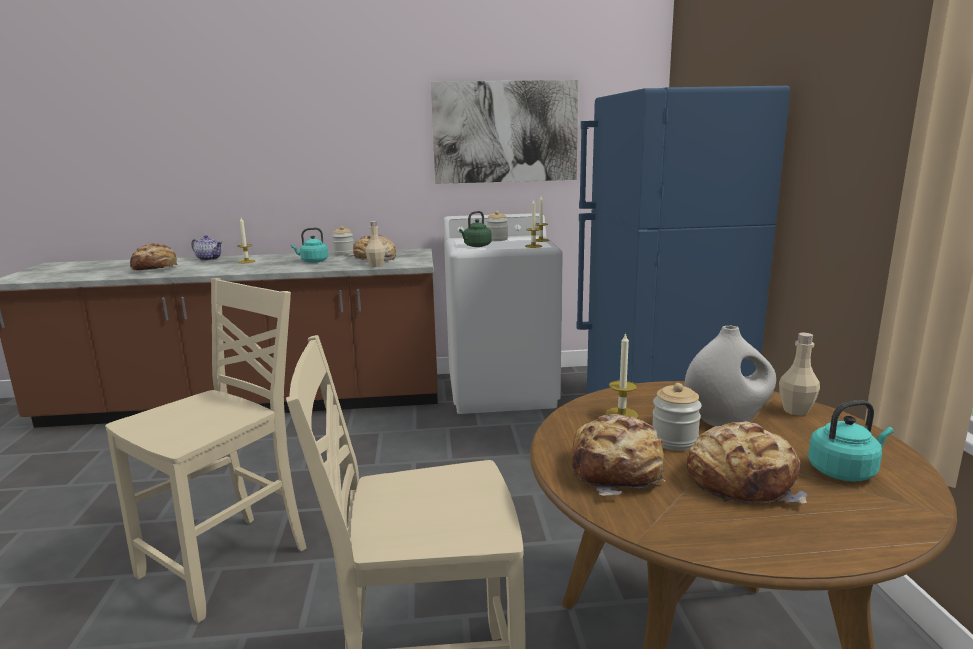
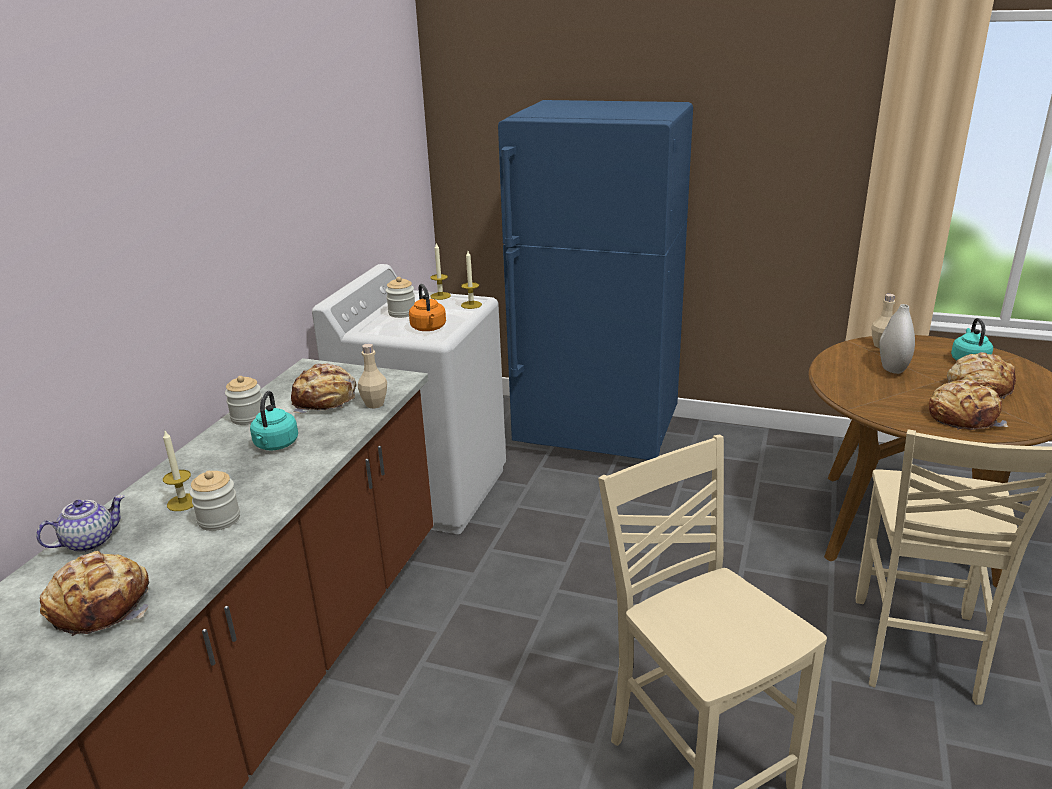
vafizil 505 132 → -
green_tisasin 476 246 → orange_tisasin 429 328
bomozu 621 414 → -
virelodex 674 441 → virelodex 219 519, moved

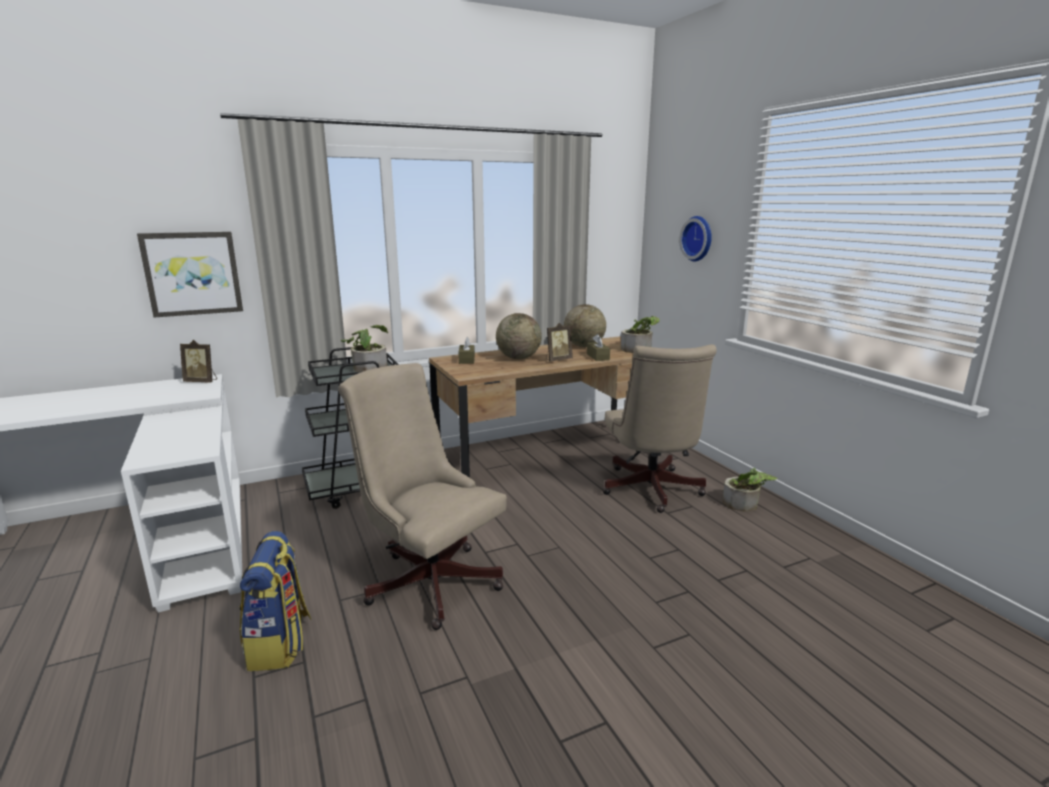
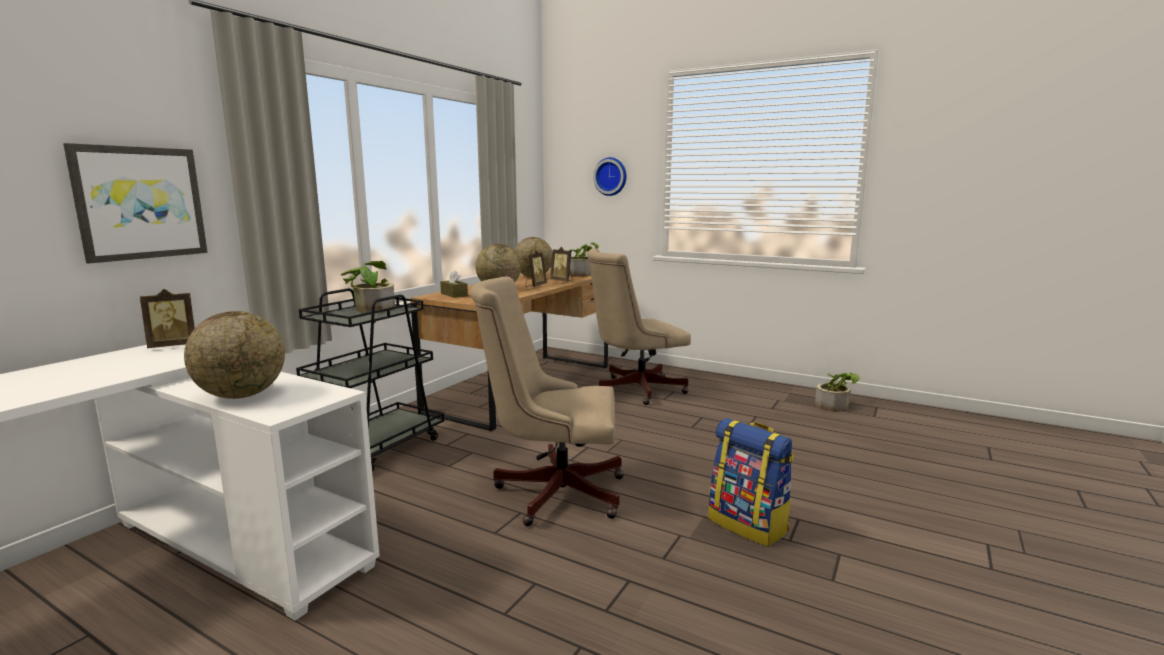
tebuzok 280 644 → tebuzok 749 525, moved
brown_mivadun 598 357 → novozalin 562 281
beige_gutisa 651 491 → beige_gutisa 634 389, 105 degrees clockwise
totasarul 745 504 → totasarul 835 405, moved
- → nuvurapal 242 395

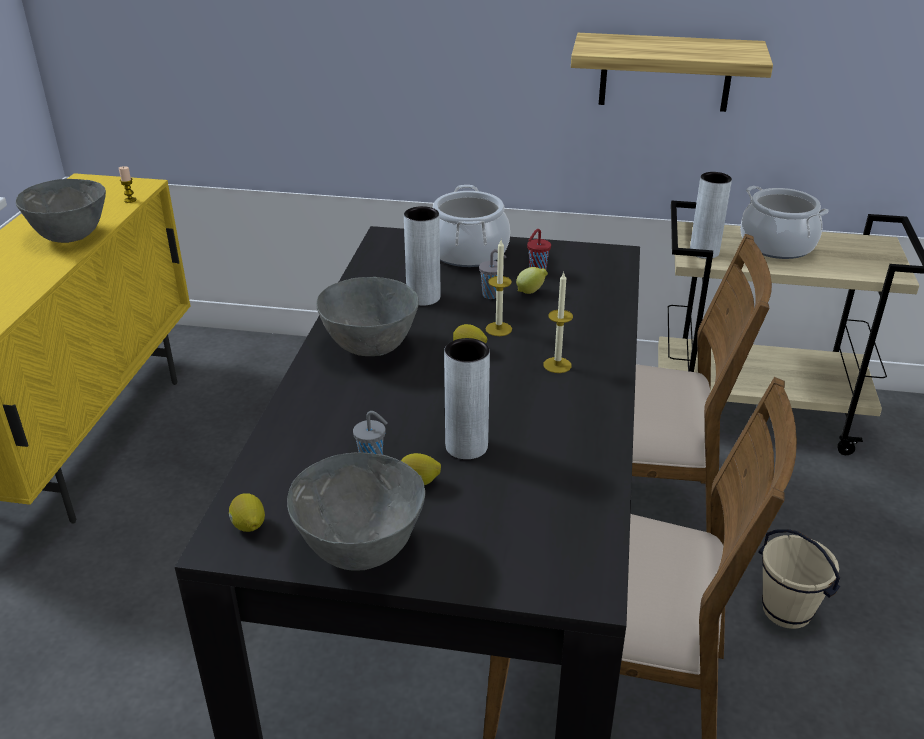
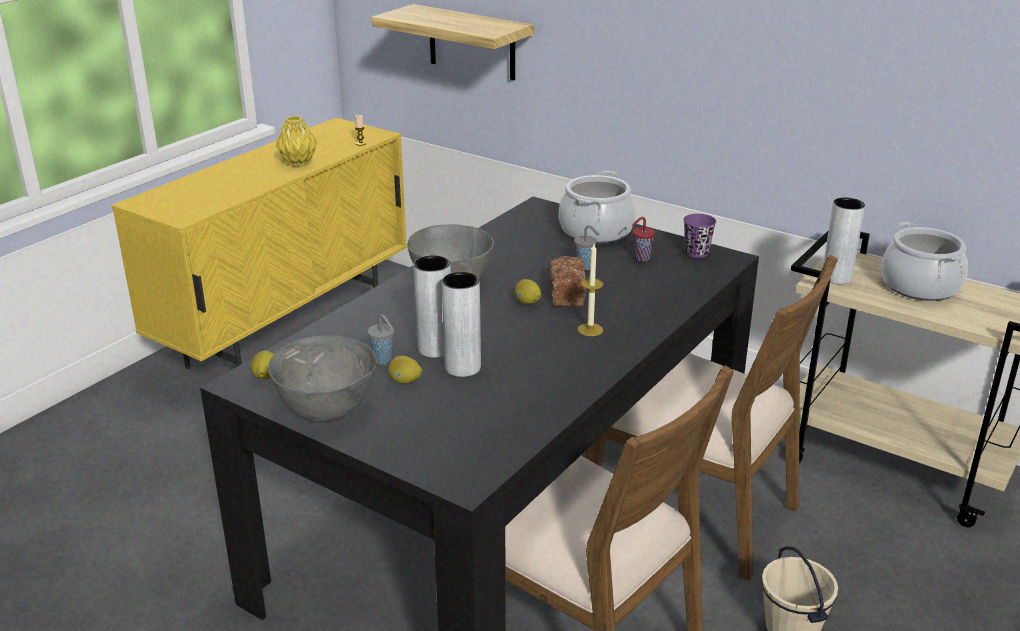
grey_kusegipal 70 237 → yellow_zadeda 297 163
grey_zadeda 423 297 → grey_zadeda 435 349, moved
bomozu 498 329 → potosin 566 293
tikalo 531 292 → -
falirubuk 665 72 → falirubuk 472 42, moved
- → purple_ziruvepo 696 253

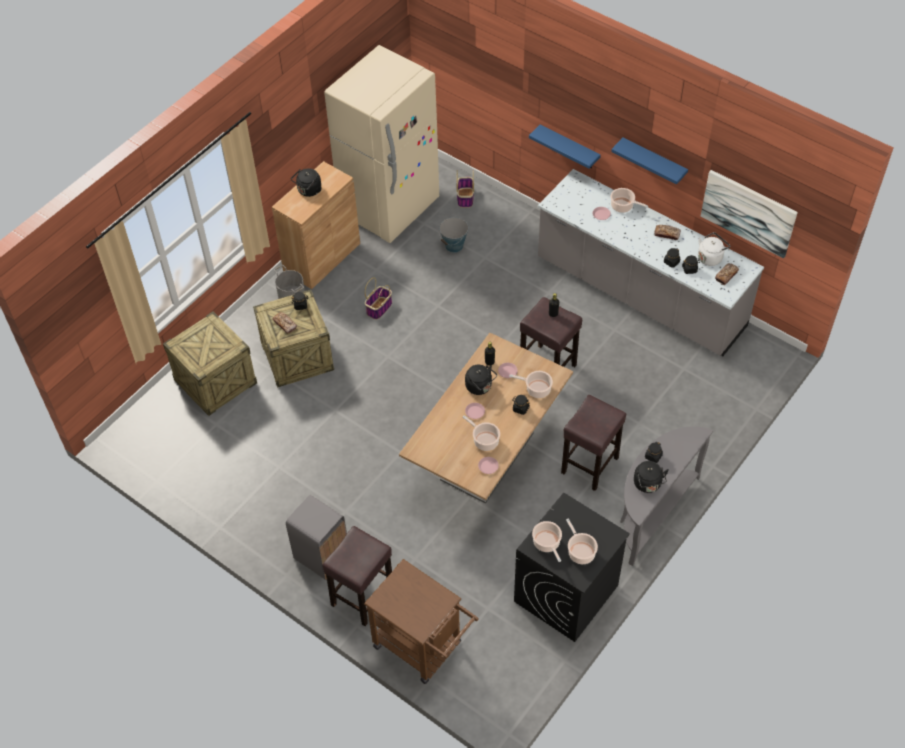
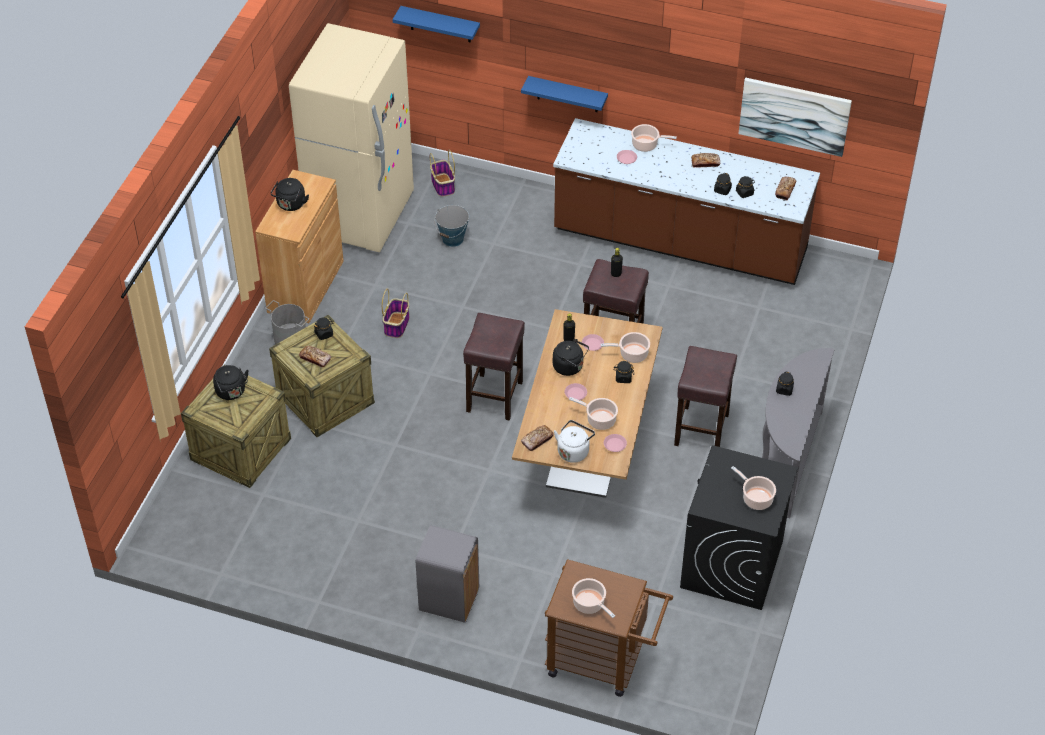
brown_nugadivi 363 596 → brown_nugadivi 495 395, moved
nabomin 547 543 → nabomin 590 604, moved
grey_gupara 639 294 → brown_gupara 680 242
blue_falirubuk 654 162 → blue_falirubuk 440 24, moved
black_tisasin 648 485 → black_tisasin 232 392, moved
white_tisasin 710 257 → white_tisasin 574 451, moved
- → potosin 537 440

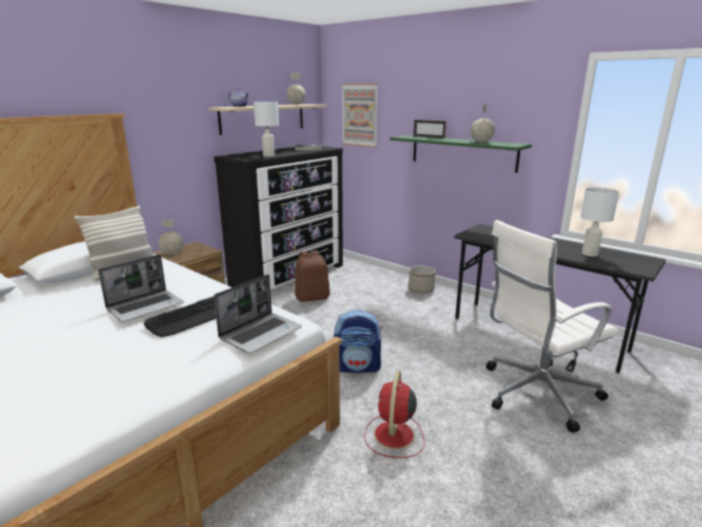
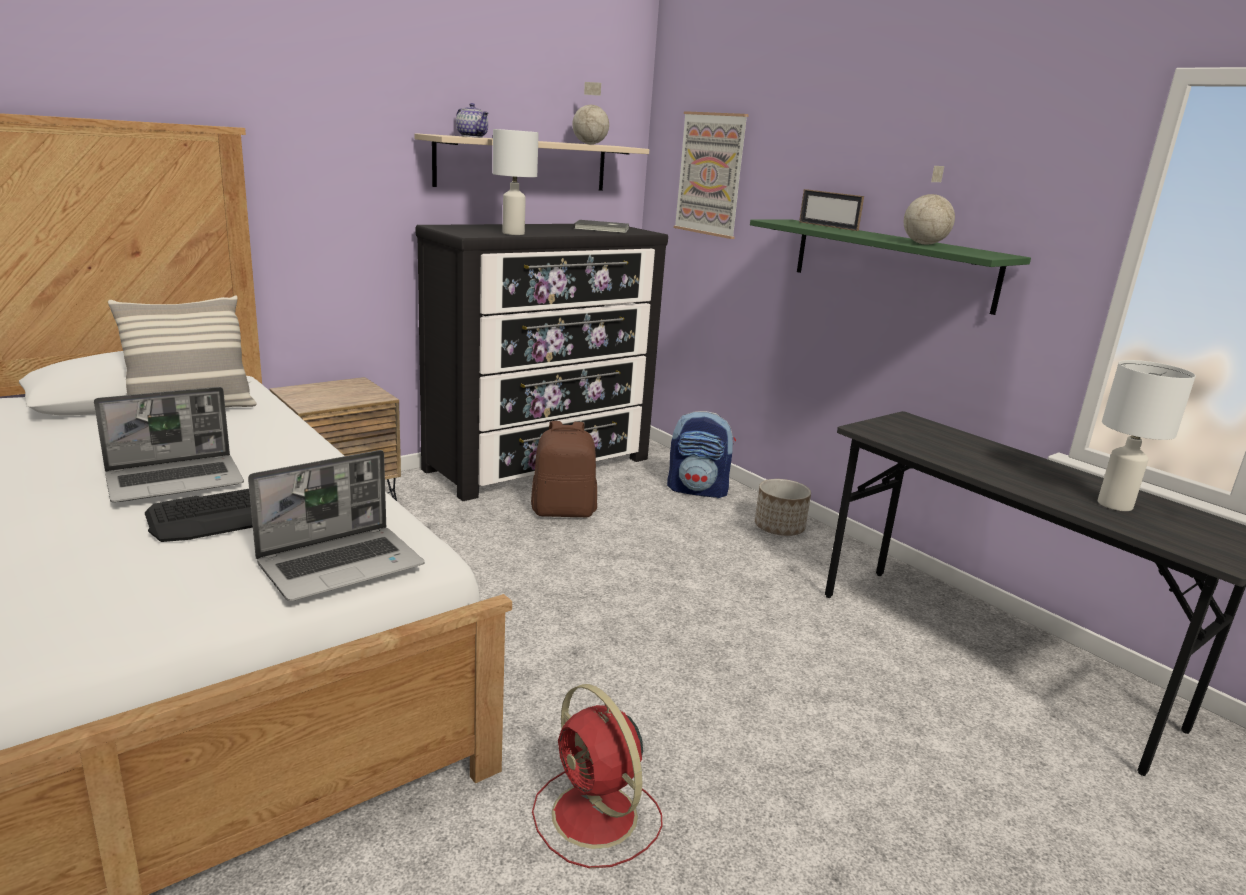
nuvurapal 172 254 → -
tebuzok 358 367 → tebuzok 698 490, moved
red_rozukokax 394 436 → red_rozukokax 597 817, 60 degrees counterclockwise
white_gutisa 536 393 → -

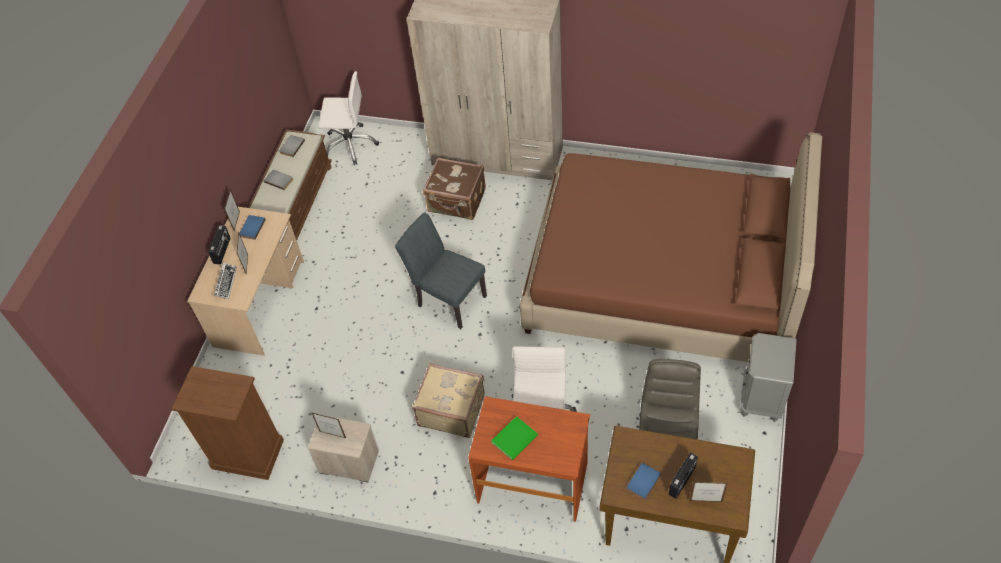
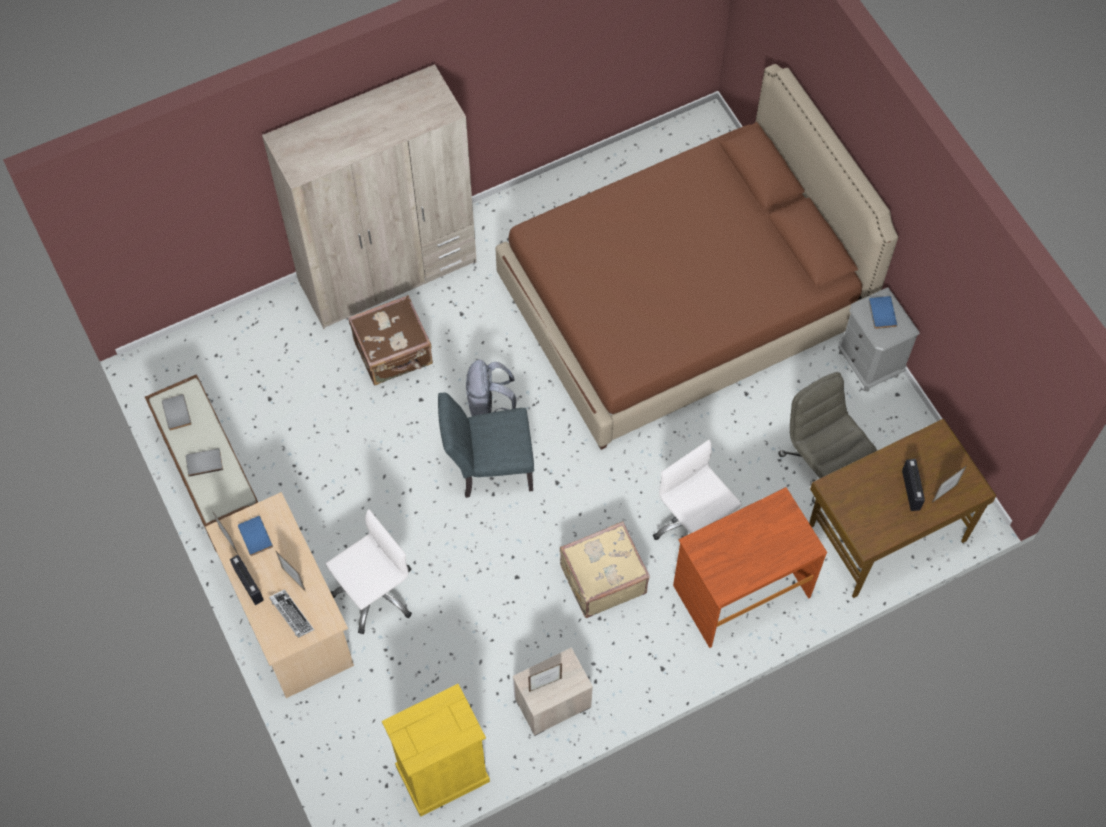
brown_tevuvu 247 454 → yellow_tevuvu 442 774
white_gutisa 350 144 → white_gutisa 374 593, moved
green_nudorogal 516 438 → -
blue_nudorogal 642 481 → blue_nudorogal 881 313, moved
- → grey_tebuzok 489 406

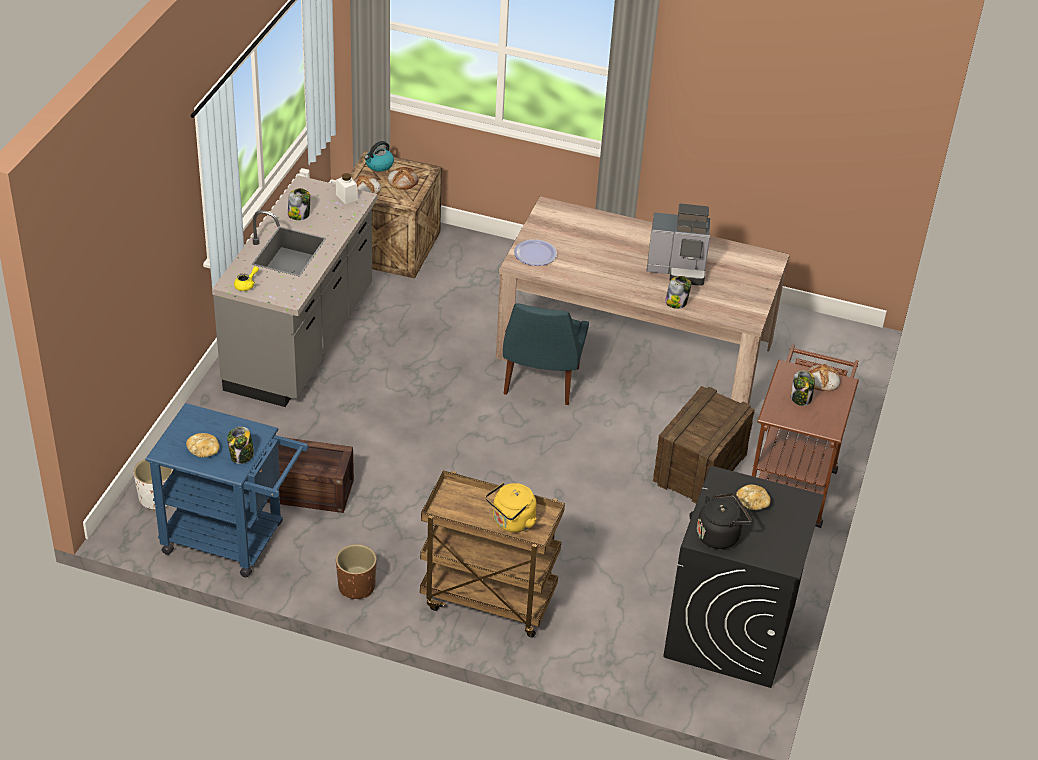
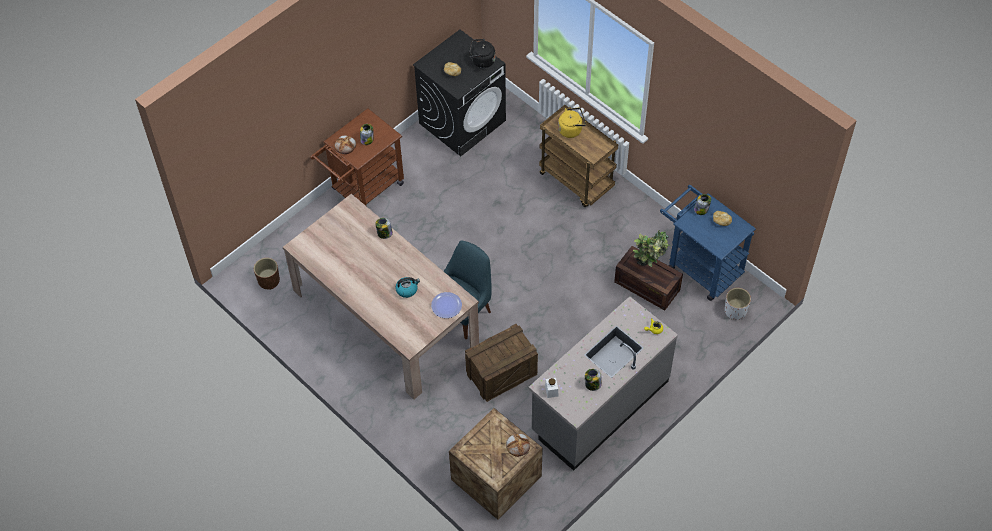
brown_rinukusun 356 587 → brown_rinukusun 269 281, moved
tisasin 379 165 → tisasin 407 289, moved
potosin 402 180 → -
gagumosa 678 269 → -
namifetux 700 468 → namifetux 501 373, moved
- → totasarul 648 270

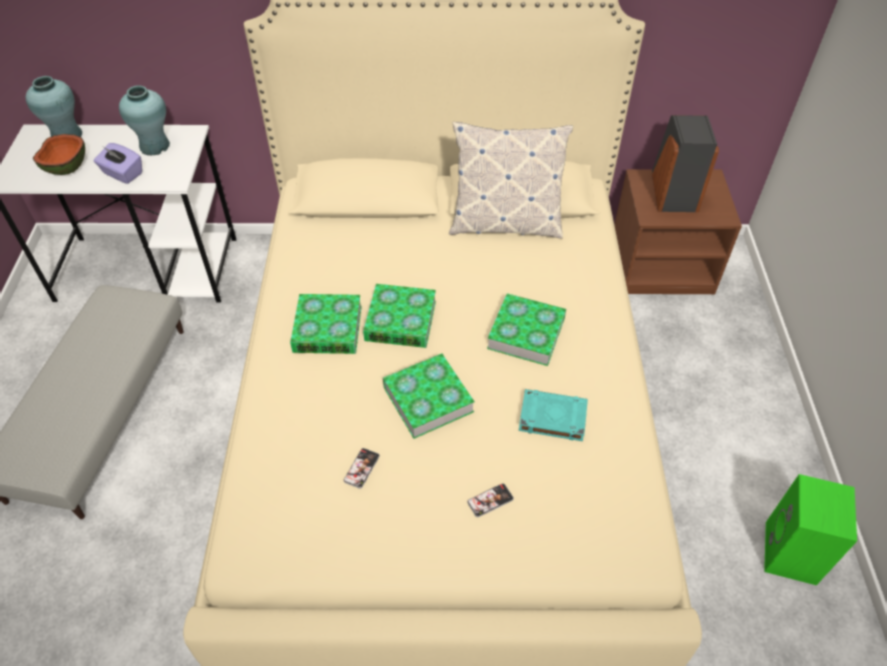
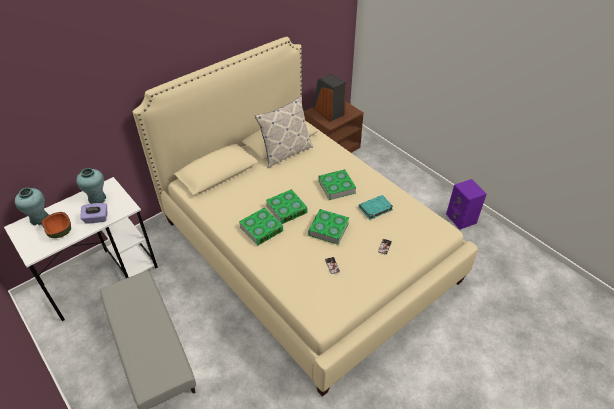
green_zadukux 792 554 → purple_zadukux 462 219

